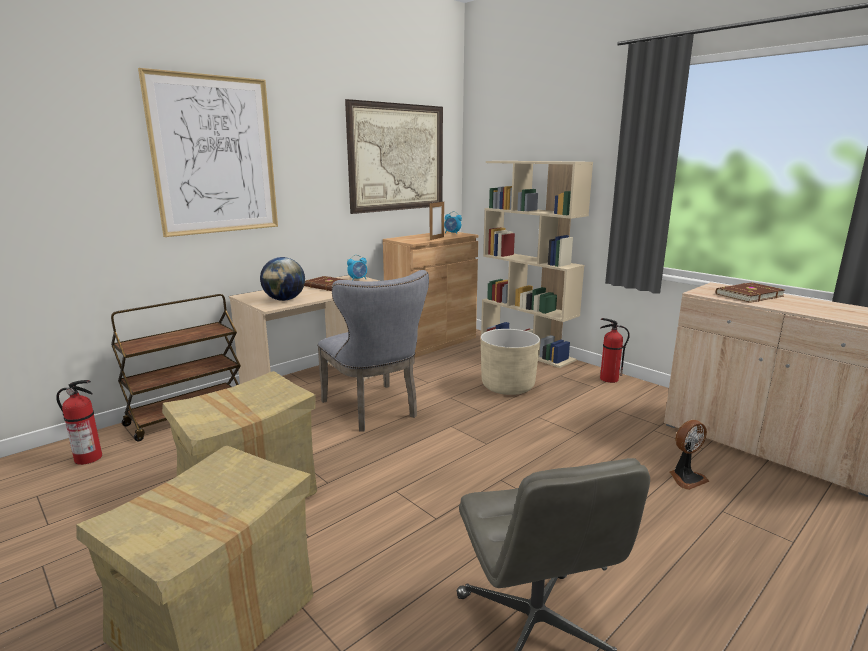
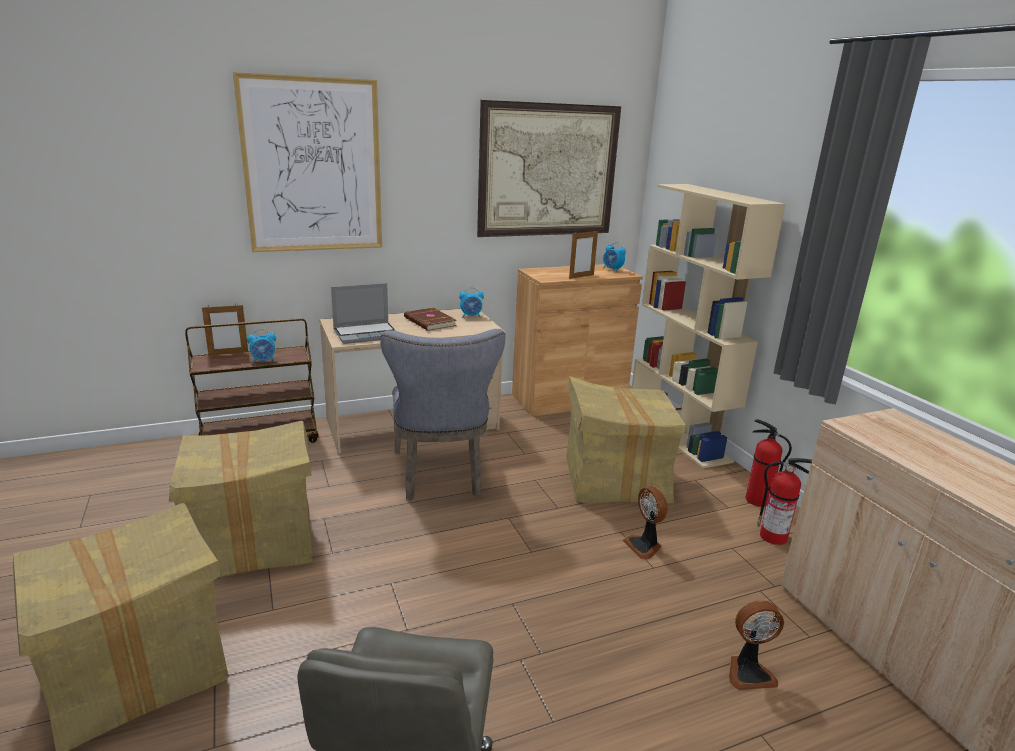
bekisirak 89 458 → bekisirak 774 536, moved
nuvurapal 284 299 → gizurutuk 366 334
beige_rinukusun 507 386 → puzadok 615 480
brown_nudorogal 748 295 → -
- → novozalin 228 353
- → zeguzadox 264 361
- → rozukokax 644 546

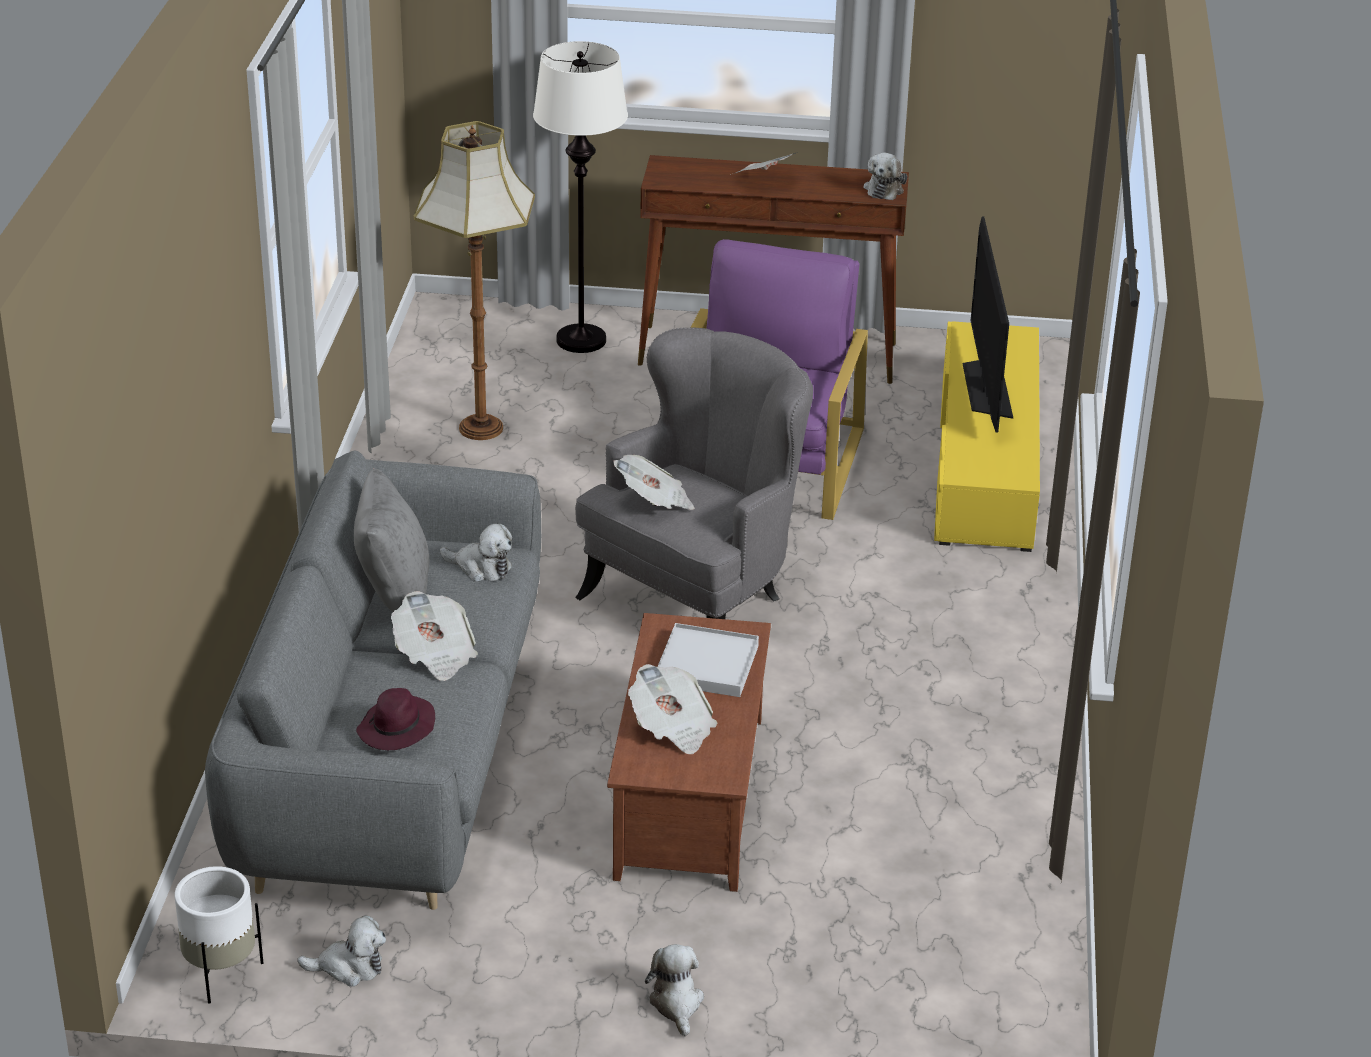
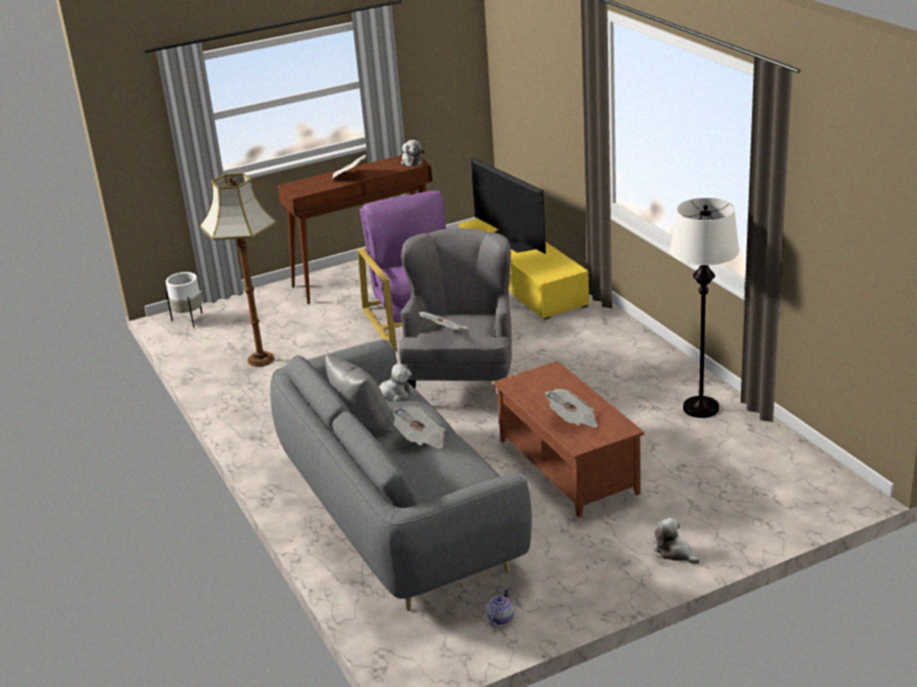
white_rinukusun 221 973 → white_rinukusun 189 320, moved
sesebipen 349 967 → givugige 500 618
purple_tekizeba 397 729 → -
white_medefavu 581 340 → white_medefavu 701 408, moved
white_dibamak 706 664 → -

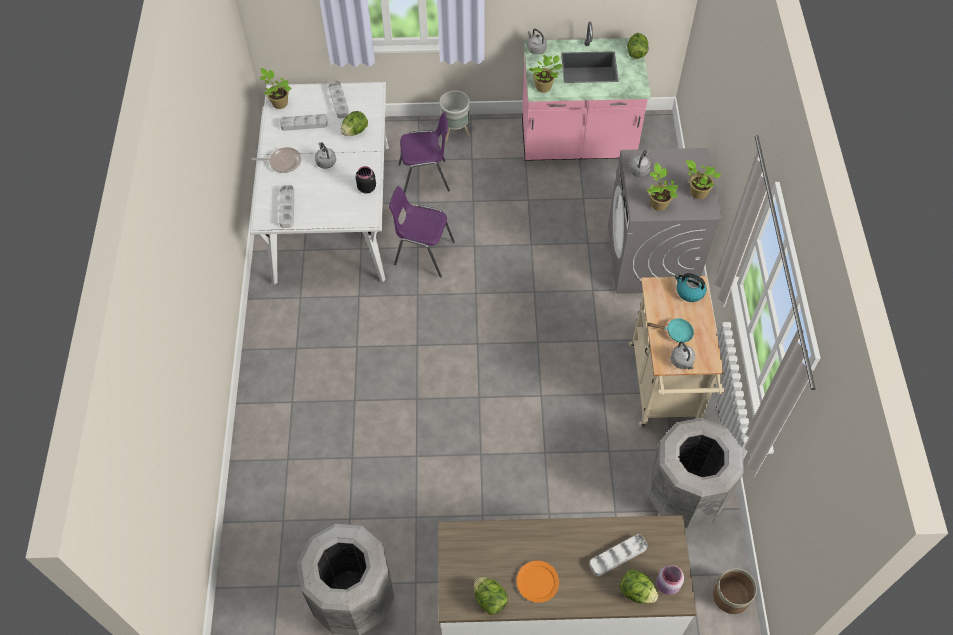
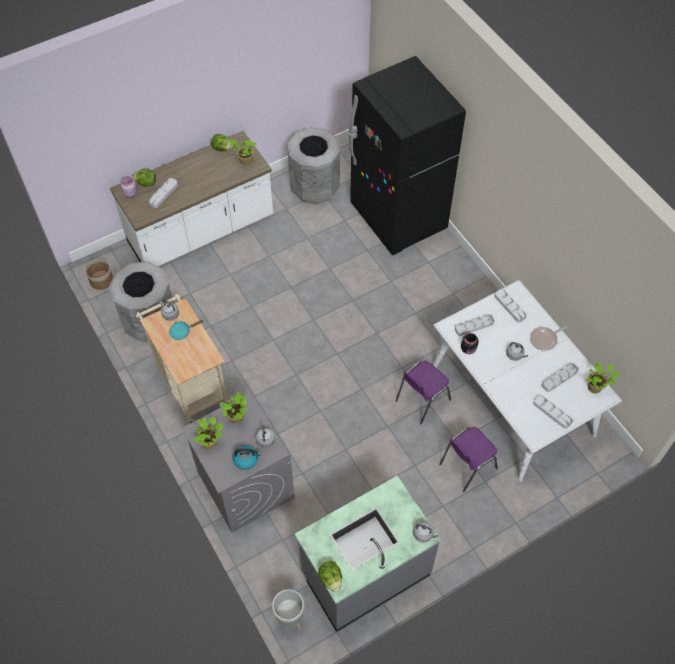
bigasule 355 131 → -
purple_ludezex 422 253 → purple_ludezex 421 400, 150 degrees clockwise
grey_rinukusun 456 132 → grey_rinukusun 290 618, moved
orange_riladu 537 581 → -
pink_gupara 577 142 → grey_gupara 364 572
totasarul 544 87 → totasarul 245 161, moved
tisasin 689 291 → tisasin 246 459, moved
- → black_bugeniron 398 217
- → grey_dibamak 474 326

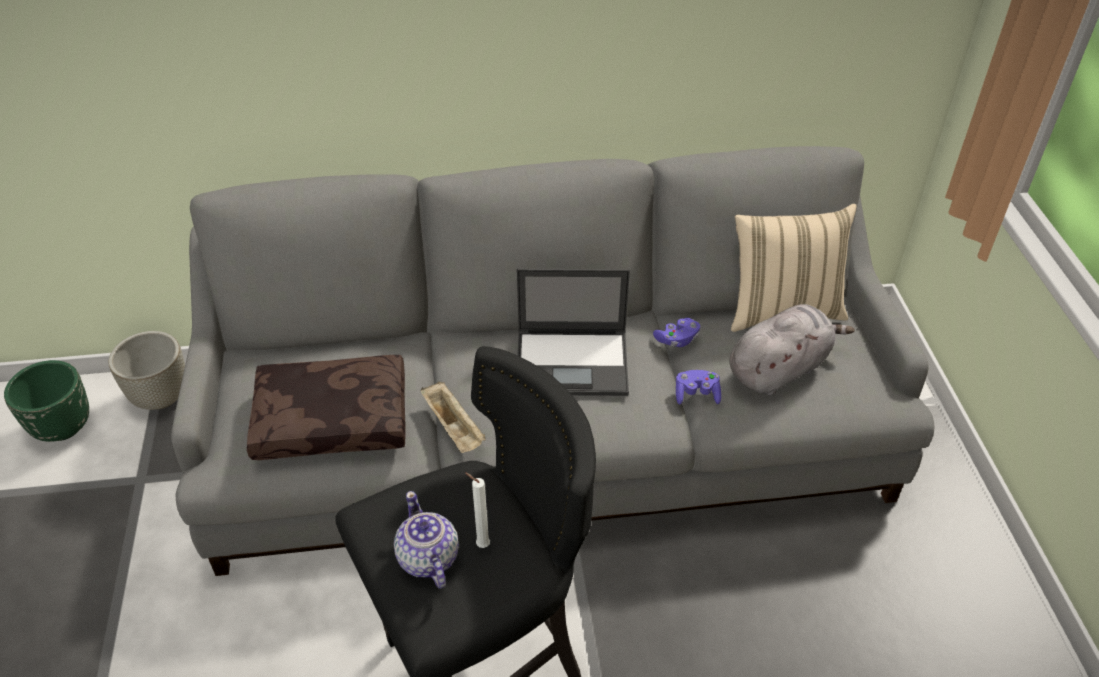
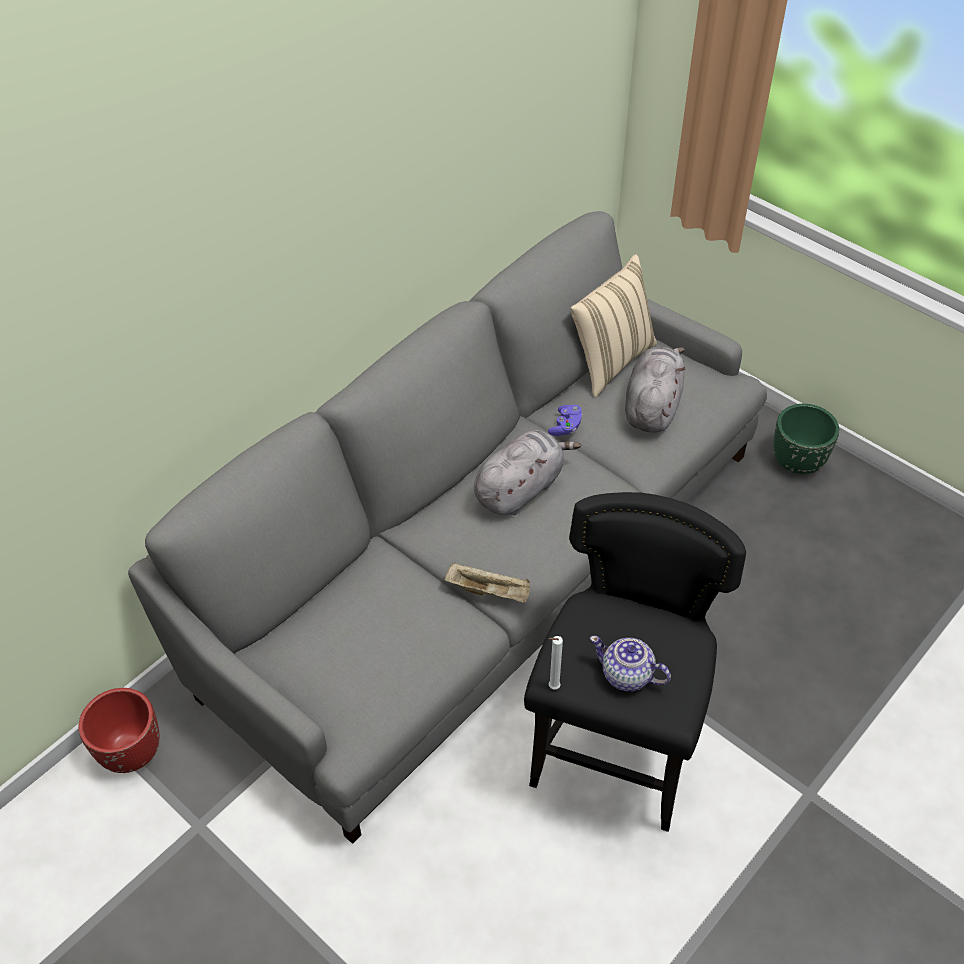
green_rinukusun 62 428 → green_rinukusun 797 463, moved
grey_rinukusun 161 397 → red_rinukusun 131 751
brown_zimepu 333 418 → -
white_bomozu 481 544 → white_bomozu 552 687, moved
gizurutuk 573 362 → grey_sesebipen 521 488
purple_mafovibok 696 394 → -

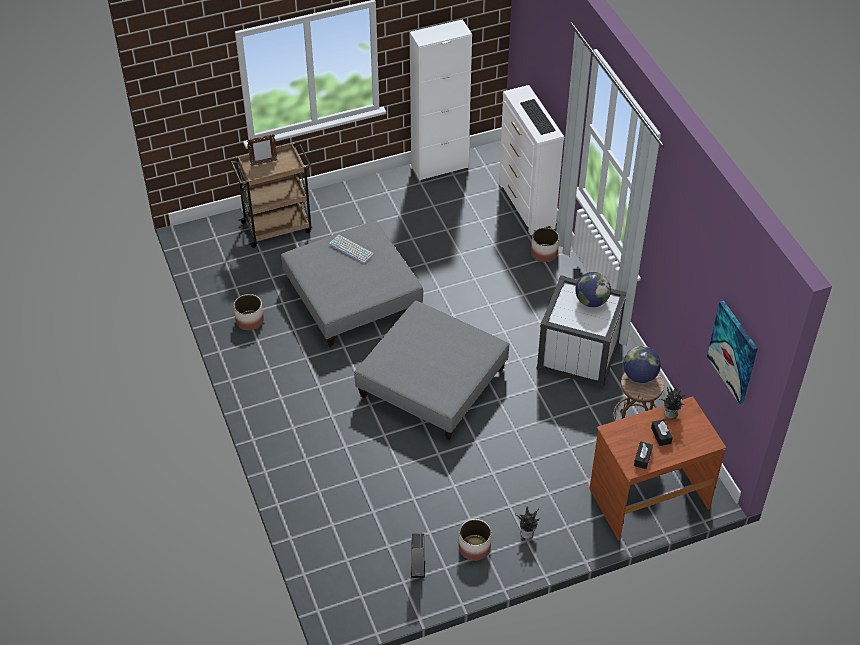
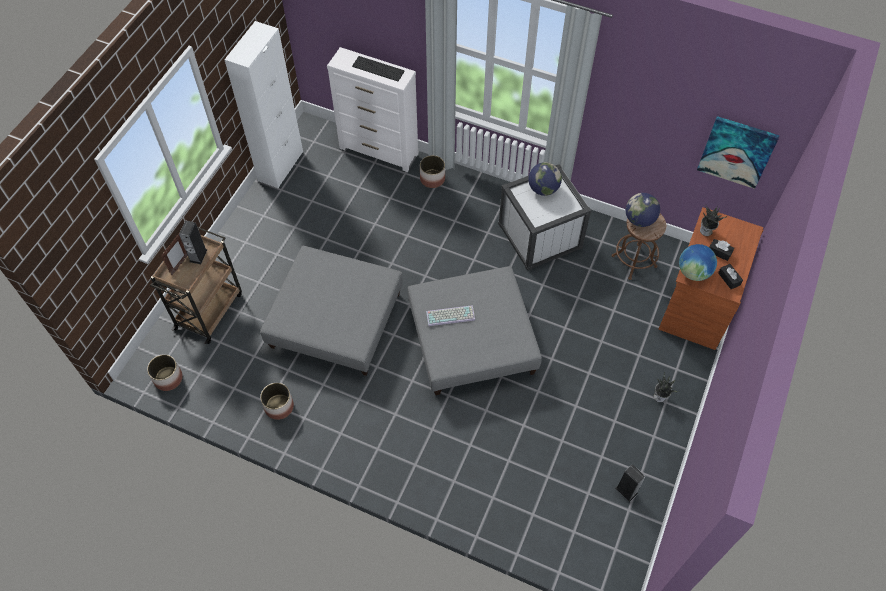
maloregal 352 249 → maloregal 451 315, moved
rinukusun 474 548 → rinukusun 168 379, moved
- → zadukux 198 255
- → nuvurapal 693 272

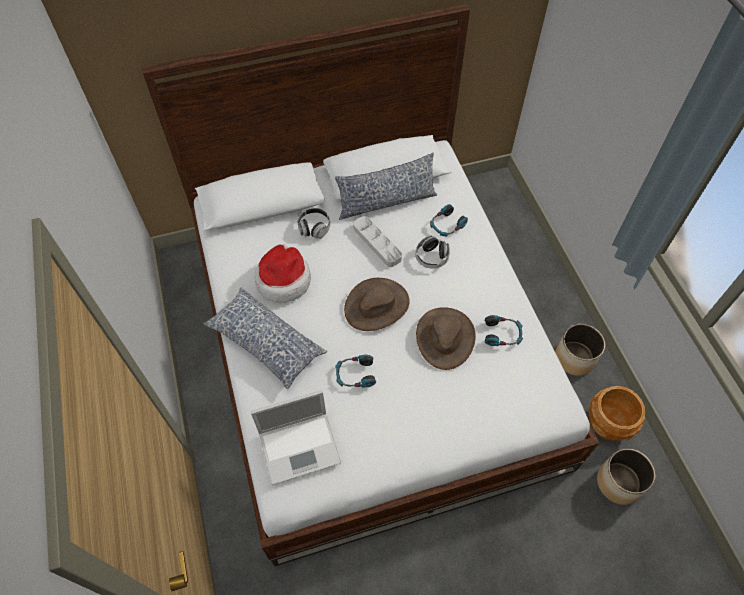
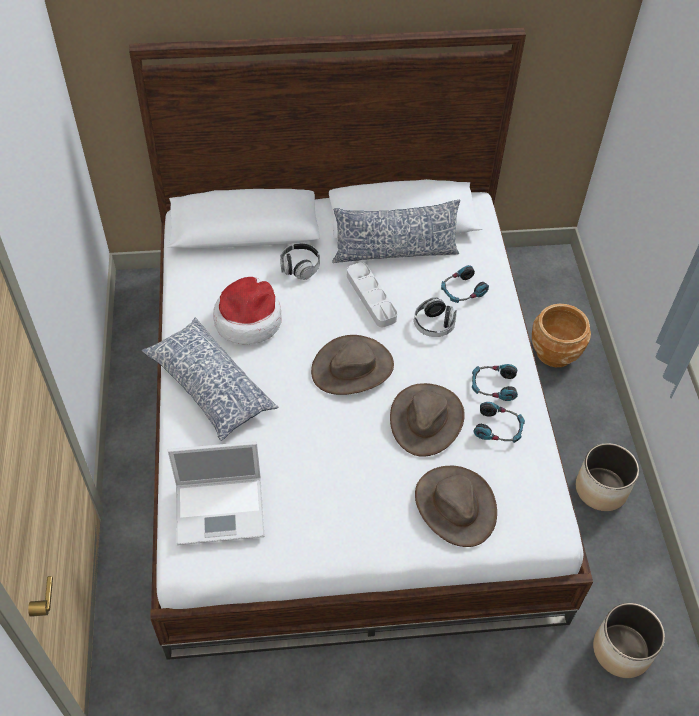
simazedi 355 374 → simazedi 493 386, moved
brown_rinukusun 608 423 → brown_rinukusun 555 352, moved
- → brown_tekizeba 455 506

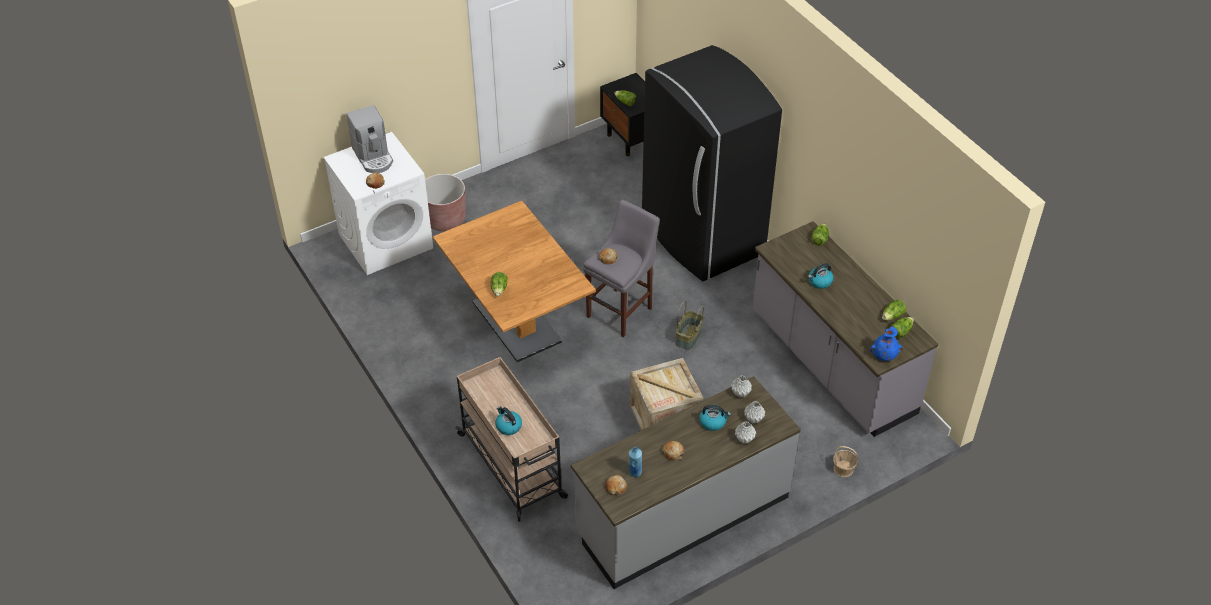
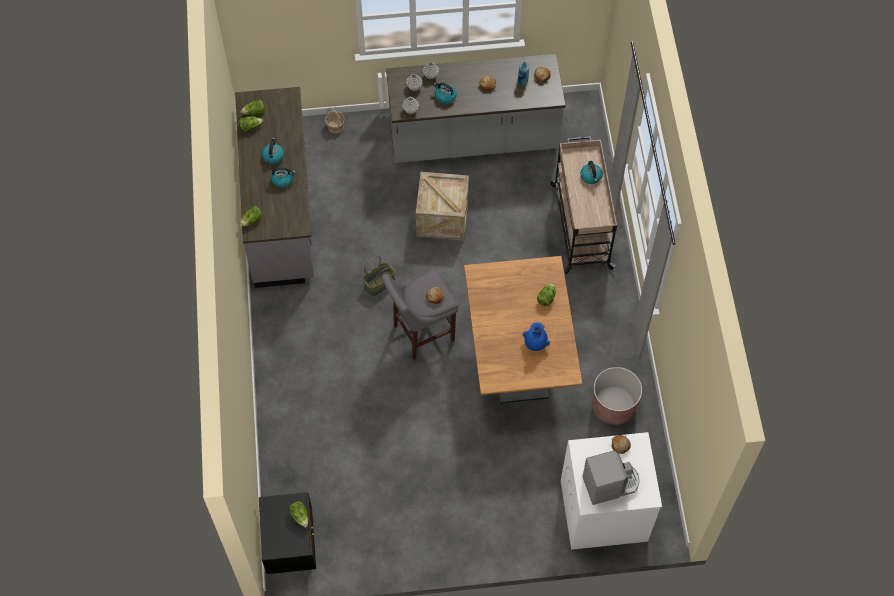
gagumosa 373 157 → gagumosa 611 484, 75 degrees clockwise
brown_rinukusun 445 219 → brown_rinukusun 613 406, moved
black_bugeniron 701 236 → -
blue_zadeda 884 355 → blue_zadeda 535 344, moved
- → tisasin 273 156

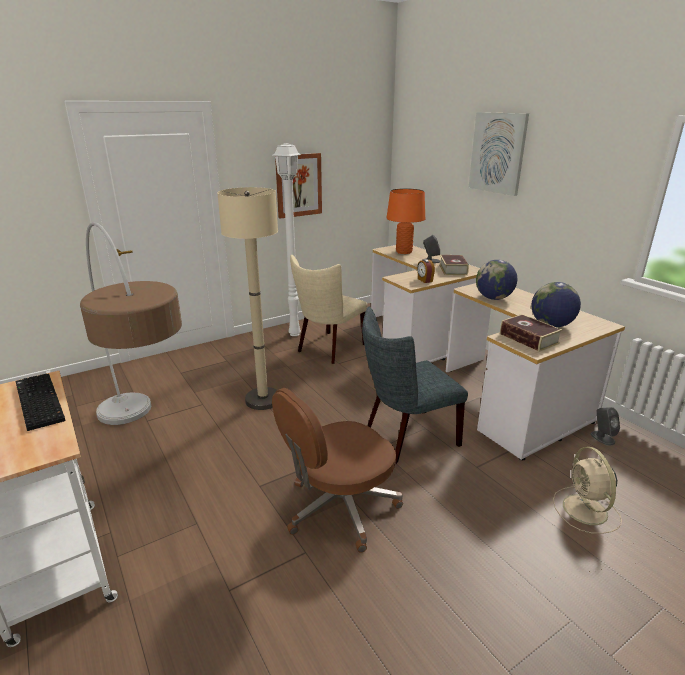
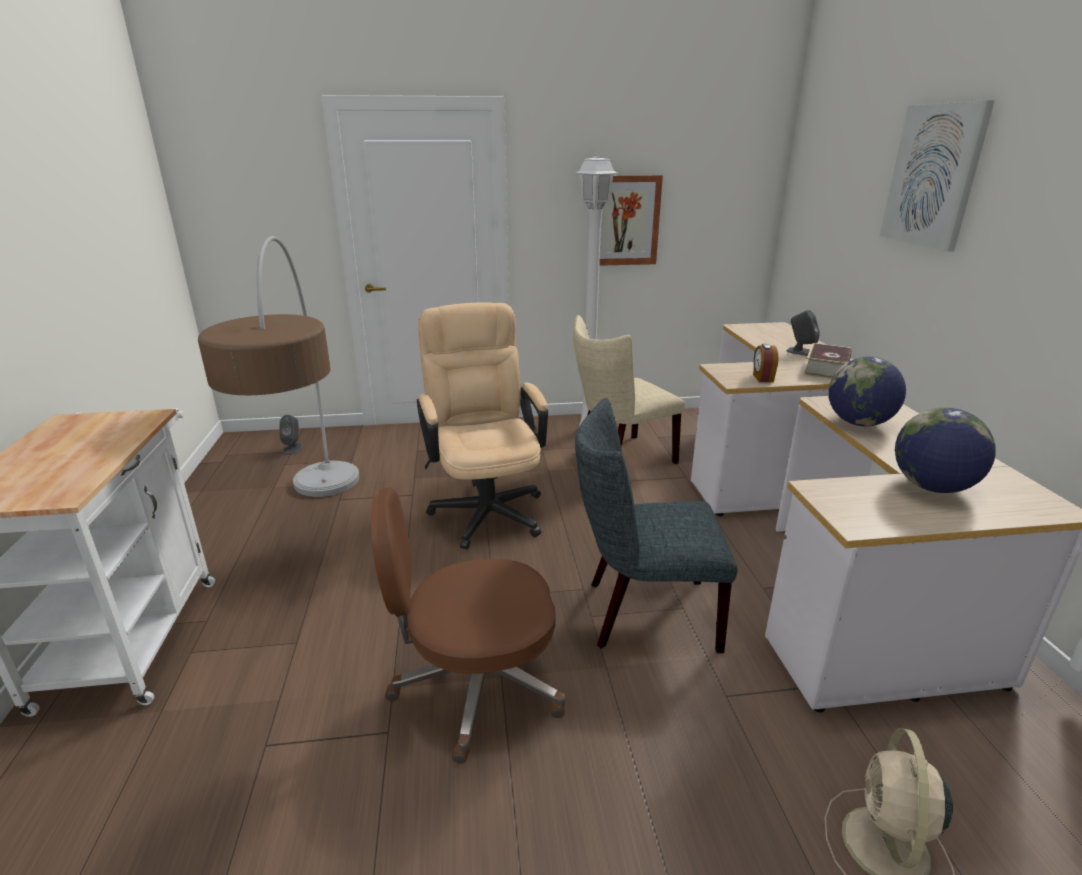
maloregal 37 402 → -
beige_medefavu 263 400 → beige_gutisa 486 507
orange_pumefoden 403 252 → -
nudorogal 528 338 → -
grey_zadukux 602 438 → grey_zadukux 293 448, moved

